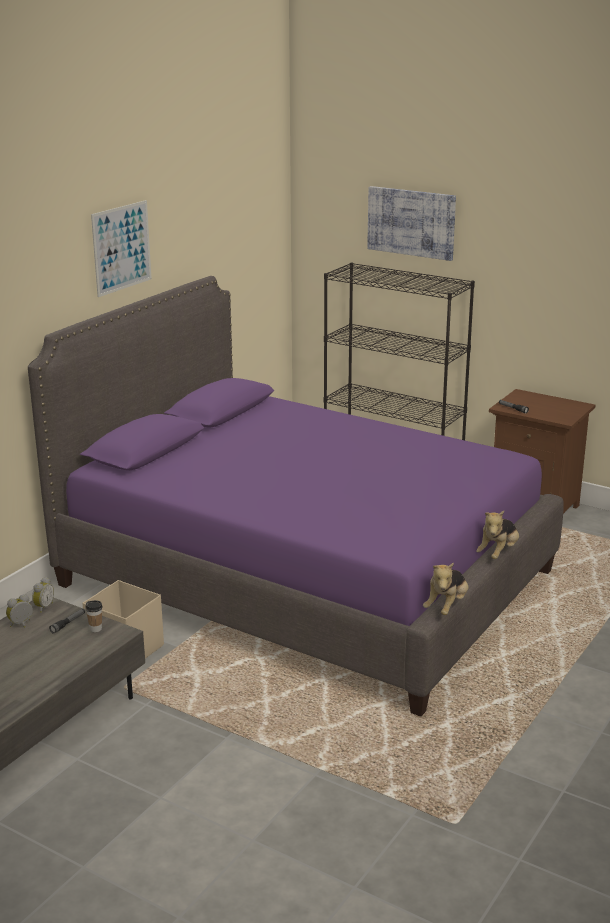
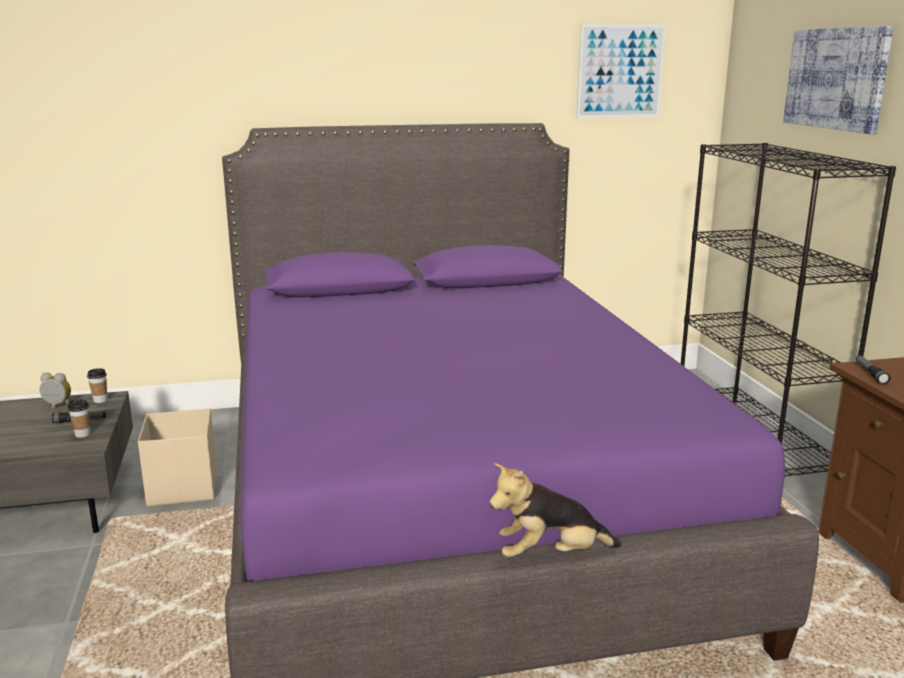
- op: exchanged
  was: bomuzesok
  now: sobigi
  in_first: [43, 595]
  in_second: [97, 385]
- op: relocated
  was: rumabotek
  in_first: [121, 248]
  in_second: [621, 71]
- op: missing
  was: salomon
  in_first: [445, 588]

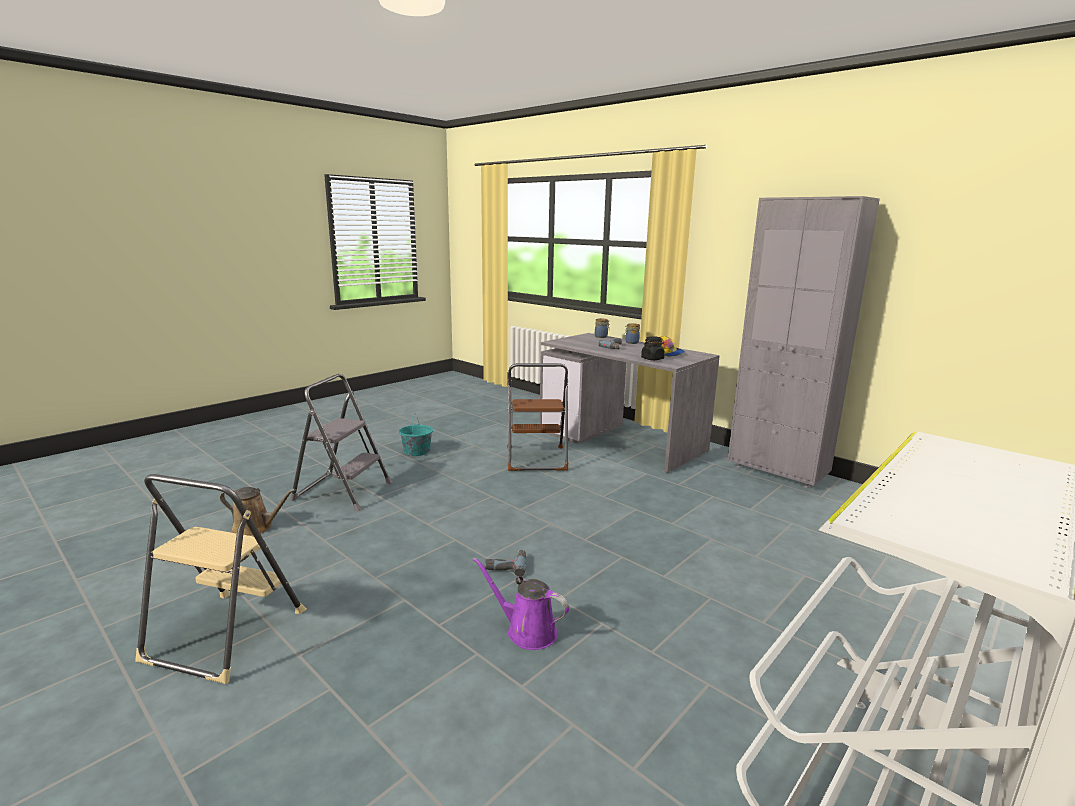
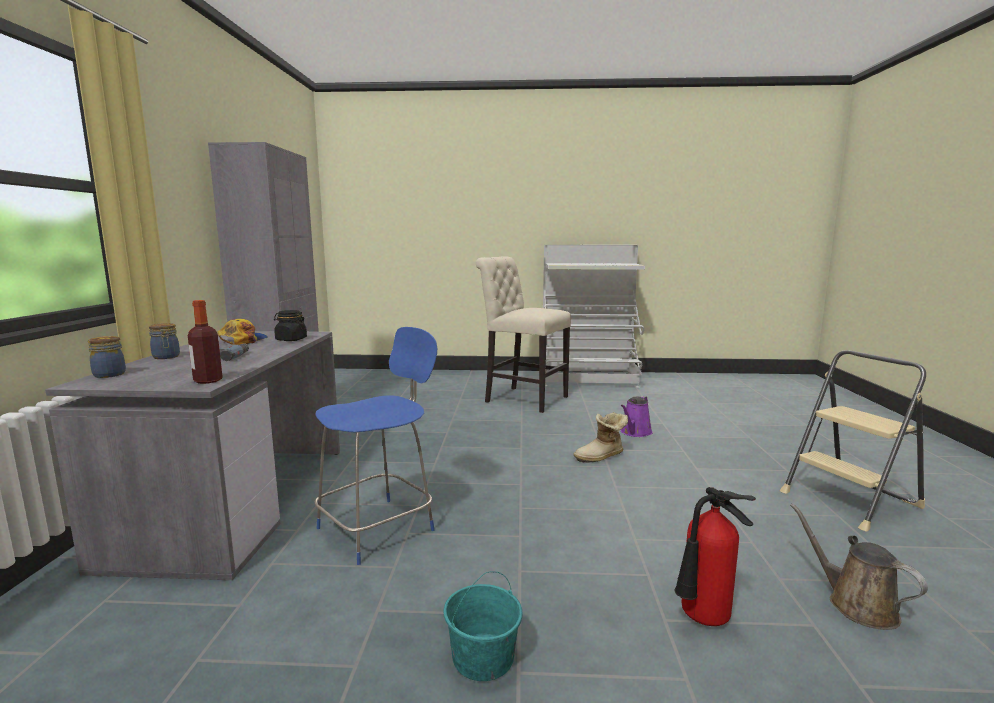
- op: appeared
  now: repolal
  in_second: [205, 342]
- op: exchanged
  was: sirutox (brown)
  now: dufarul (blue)
  in_first: [537, 417]
  in_second: [375, 446]
- op: appeared
  now: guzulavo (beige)
  in_second: [523, 335]
- op: exchanged
  was: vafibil
  now: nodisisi
  in_first: [505, 563]
  in_second: [600, 437]
- op: spun
  was: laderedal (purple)
  in_first: [521, 603]
  in_second: [637, 416]
  clockwise: 45
- op: exchanged
  was: sirutox (grey)
  now: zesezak
  in_first: [341, 442]
  in_second: [715, 556]

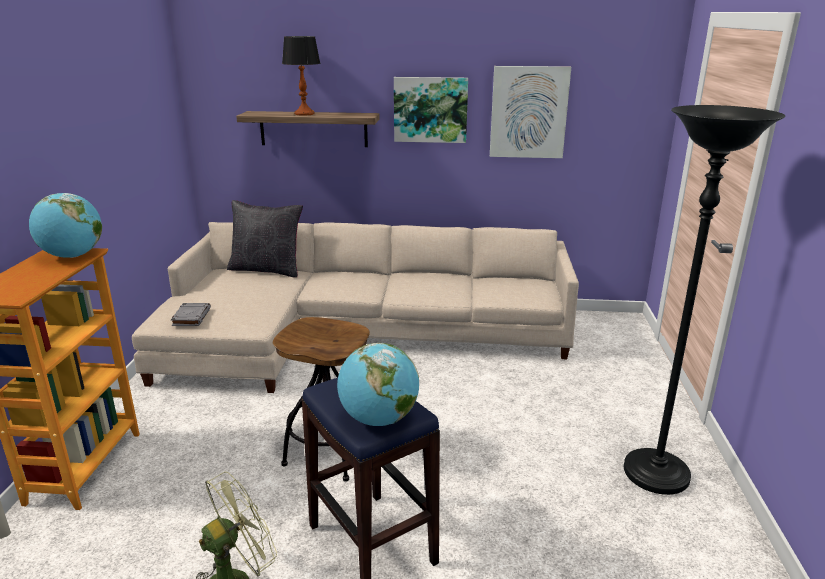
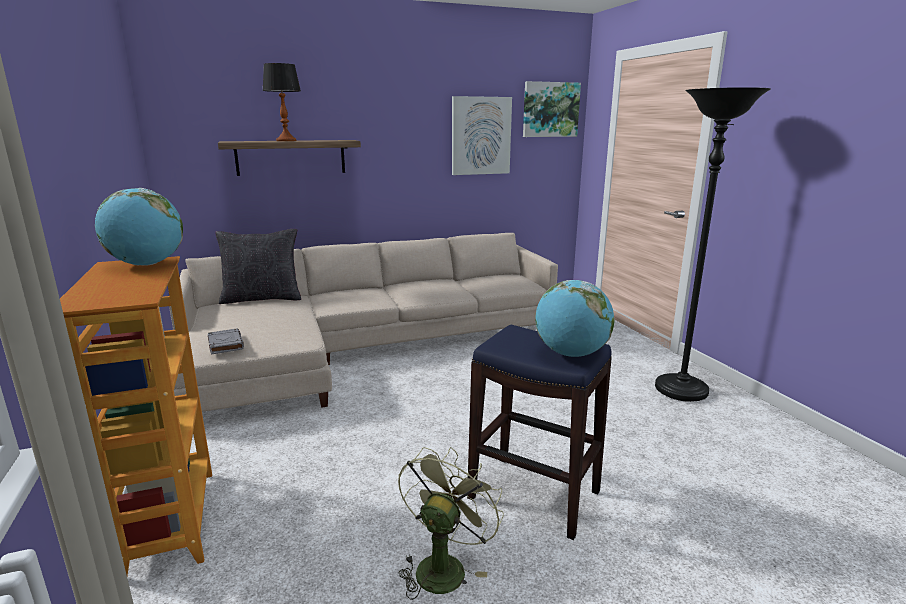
- op: relocated
  was: rumabotek
  in_first: [431, 110]
  in_second: [552, 109]
- op: missing
  was: guzulavo (brown)
  in_first: [321, 399]

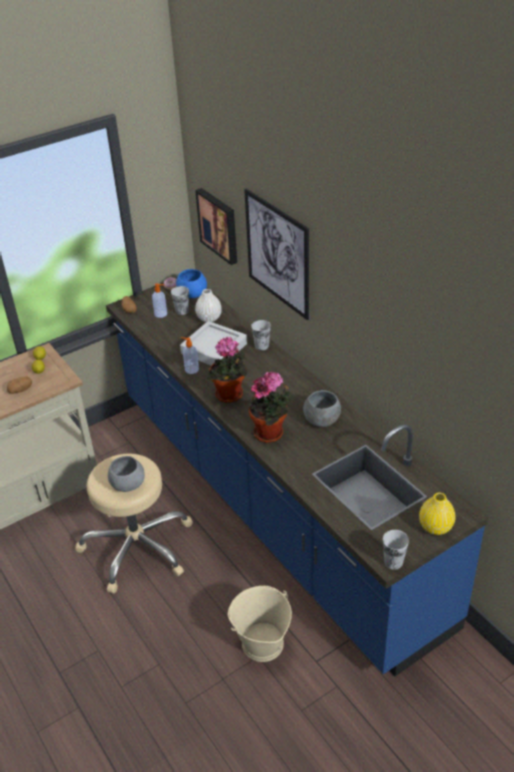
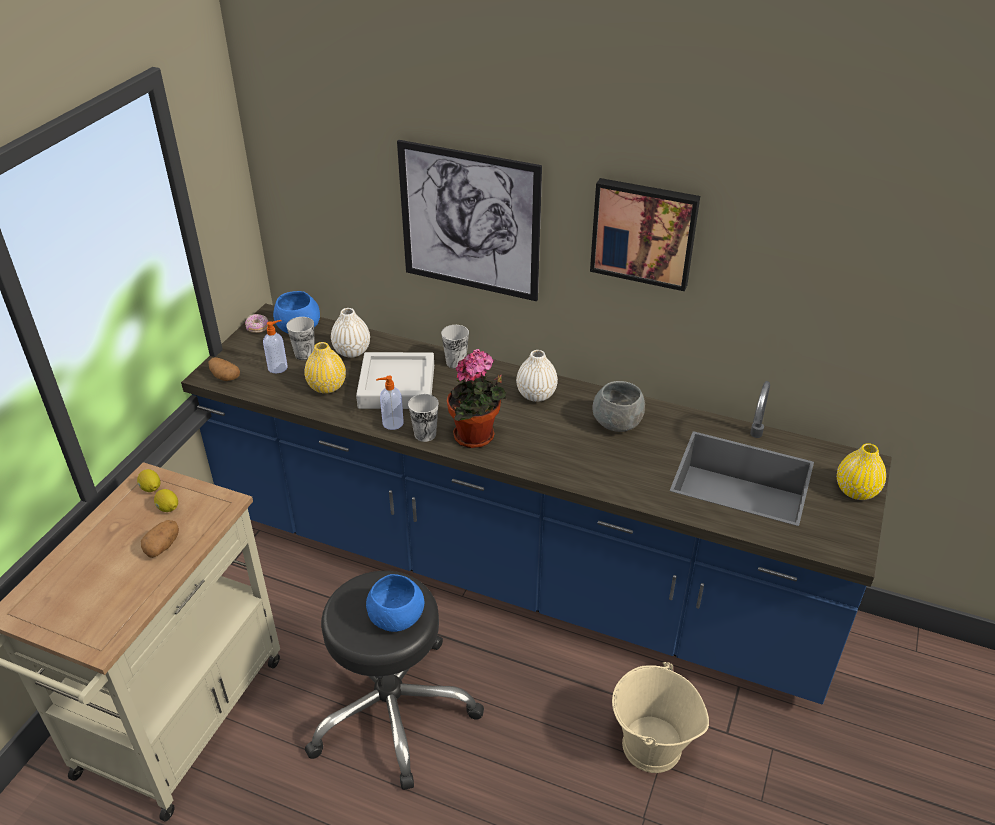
- op: appeared
  now: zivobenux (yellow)
  in_second: [325, 368]
- op: colour
  was: guzulavo (beige)
  now: guzulavo (black)
  in_first: [134, 524]
  in_second: [394, 680]
- op: colour
  was: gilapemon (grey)
  now: gilapemon (blue)
  in_first: [126, 474]
  in_second: [395, 603]
- op: relocated
  was: sobigi
  in_first: [396, 550]
  in_second: [423, 418]
- op: appeared
  now: zivobenux (white)
  in_second: [537, 376]
- op: relocated
  was: rumabotek
  in_first: [216, 226]
  in_second: [645, 234]
- op: missing
  was: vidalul
  in_first: [271, 407]

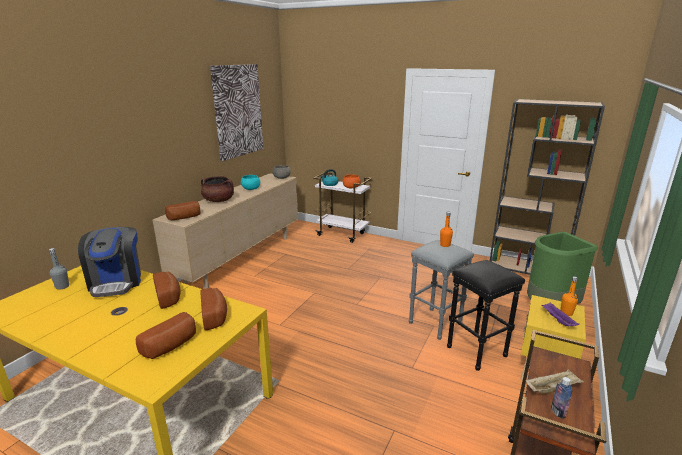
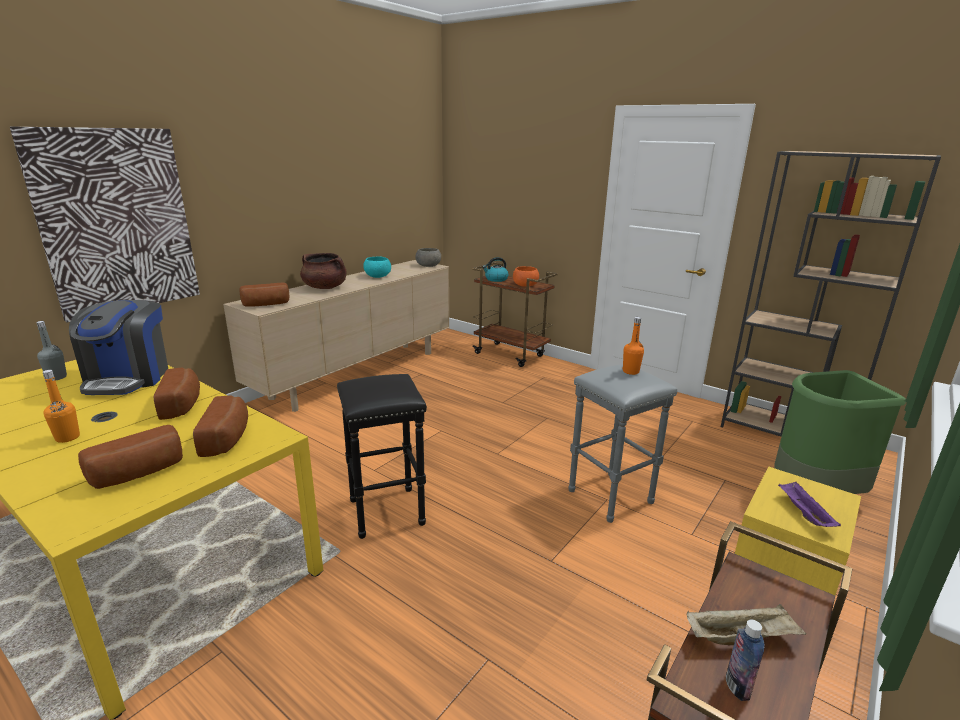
- op: relocated
  was: rumabotek
  in_first: [236, 112]
  in_second: [105, 224]
- op: relocated
  was: repolal (orange)
  in_first: [569, 296]
  in_second: [61, 406]
- op: relocated
  was: guzulavo (black)
  in_first: [486, 315]
  in_second: [382, 456]
- op: colour
  was: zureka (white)
  now: zureka (brown)
  in_first: [342, 207]
  in_second: [515, 314]

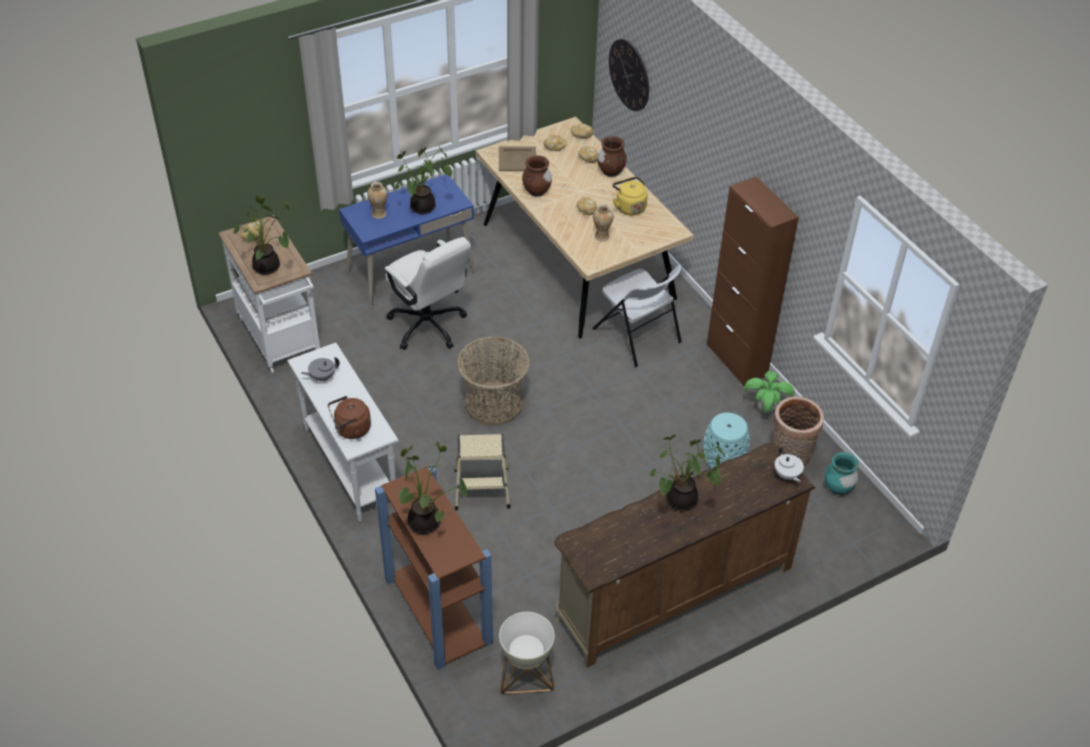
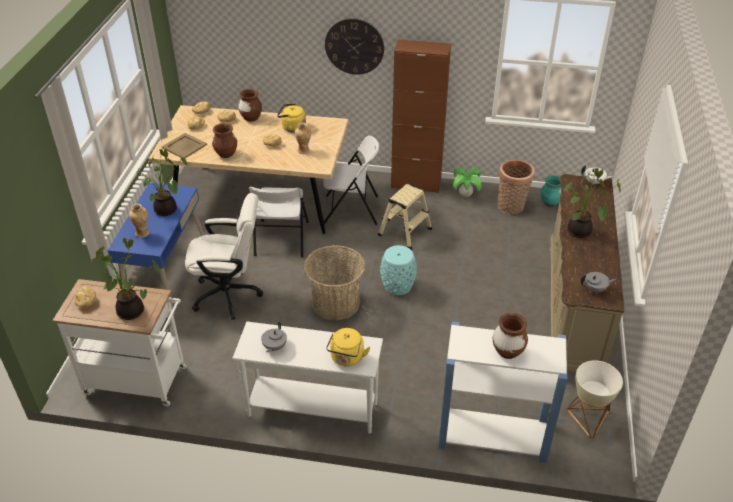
- op: appeared
  now: dufarul (white)
  in_second: [279, 222]
- op: relocated
  was: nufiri
  in_first: [629, 75]
  in_second: [354, 46]
- op: colour
  was: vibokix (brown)
  now: vibokix (yellow)
  in_first: [349, 417]
  in_second: [348, 347]
- op: relocated
  was: sirutox (beige)
  in_first: [482, 472]
  in_second: [405, 216]
- op: relocated
  was: guzulavo (turquoise)
  in_first: [726, 441]
  in_second: [398, 270]
- op: colour
  was: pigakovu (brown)
  now: pigakovu (white)
  in_first: [434, 567]
  in_second: [503, 392]
- op: exchanged
  was: vidalul
  now: zivobenux (brown)
  in_first: [433, 488]
  in_second: [510, 336]
- op: appeared
  now: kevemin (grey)
  in_second: [598, 283]

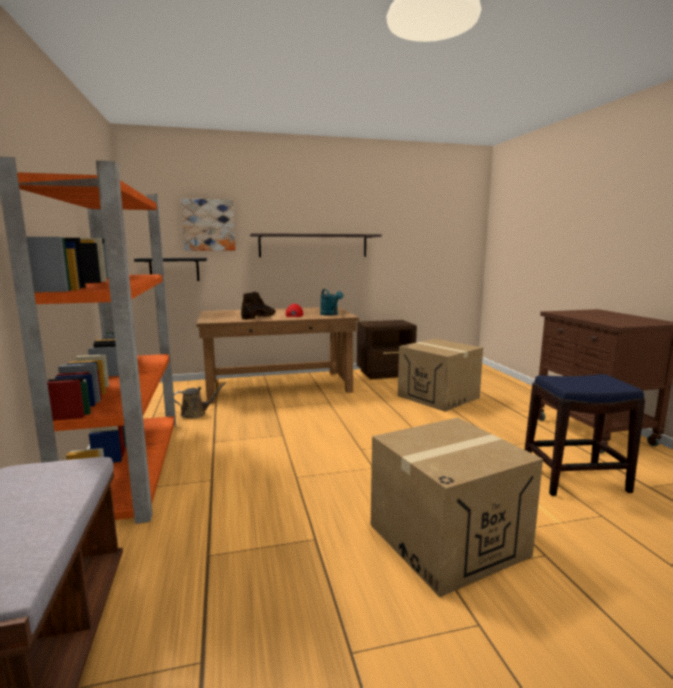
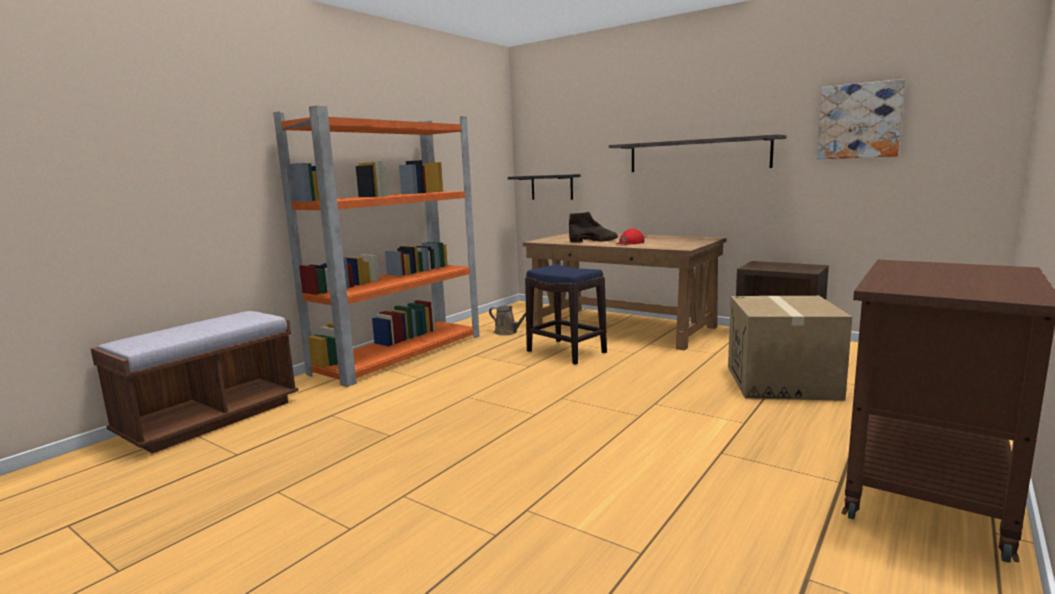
- op: relocated
  was: guzulavo
  in_first: [584, 435]
  in_second: [566, 315]
- op: relocated
  was: rumabotek
  in_first: [208, 224]
  in_second: [861, 119]
- op: missing
  was: laderedal (turquoise)
  in_first: [331, 302]
- op: missing
  was: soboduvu
  in_first: [457, 507]

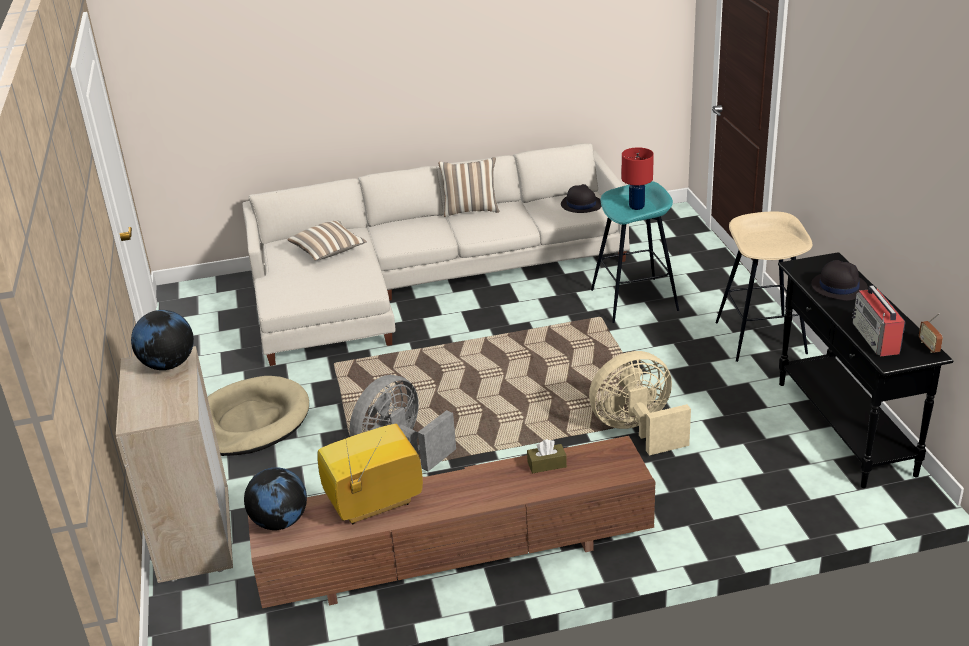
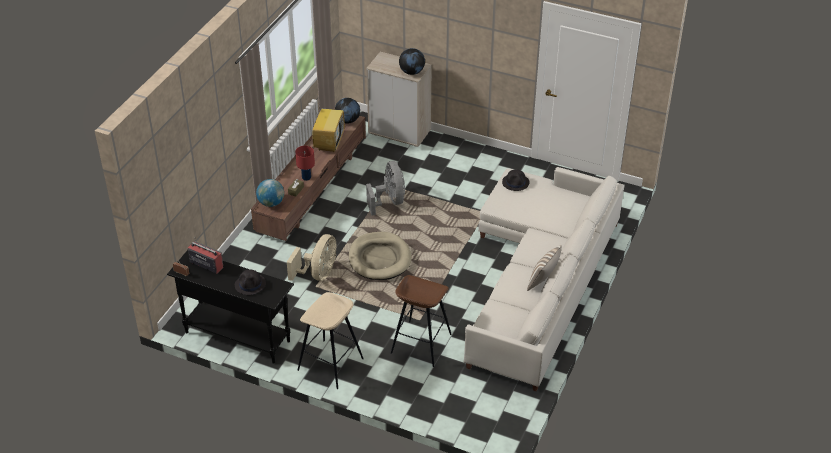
- op: appeared
  now: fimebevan
  in_second: [270, 193]
- op: relocated
  was: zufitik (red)
  in_first: [638, 178]
  in_second: [305, 163]
- op: relocated
  was: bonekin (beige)
  in_first: [258, 416]
  in_second: [380, 256]
- op: colour
  was: guzulavo (turquoise)
  now: guzulavo (brown)
  in_first: [635, 252]
  in_second: [421, 321]
- op: relocated
  was: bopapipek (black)
  in_first: [581, 198]
  in_second: [516, 180]
- op: missing
  was: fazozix
  in_first: [327, 241]

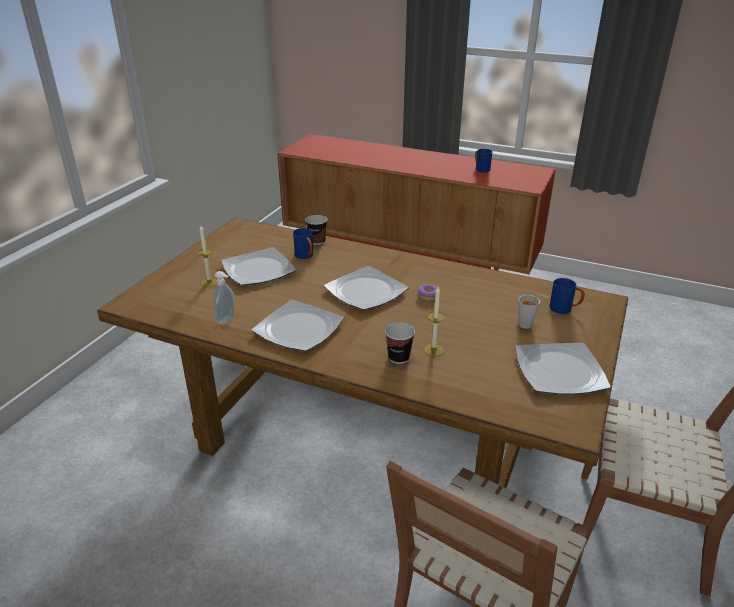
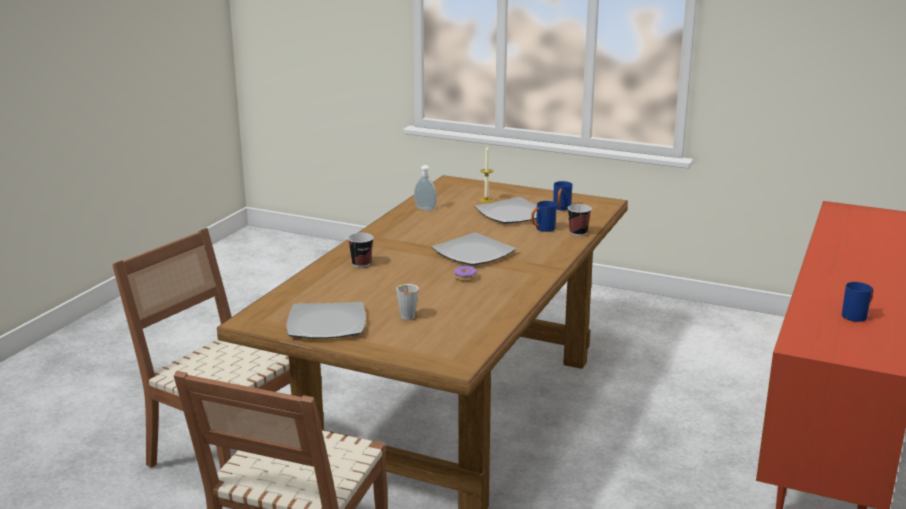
- op: relocated
  was: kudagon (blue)
  in_first: [567, 296]
  in_second: [562, 196]
- op: missing
  was: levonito
  in_first: [298, 325]
- op: missing
  was: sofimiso
  in_first: [434, 321]

